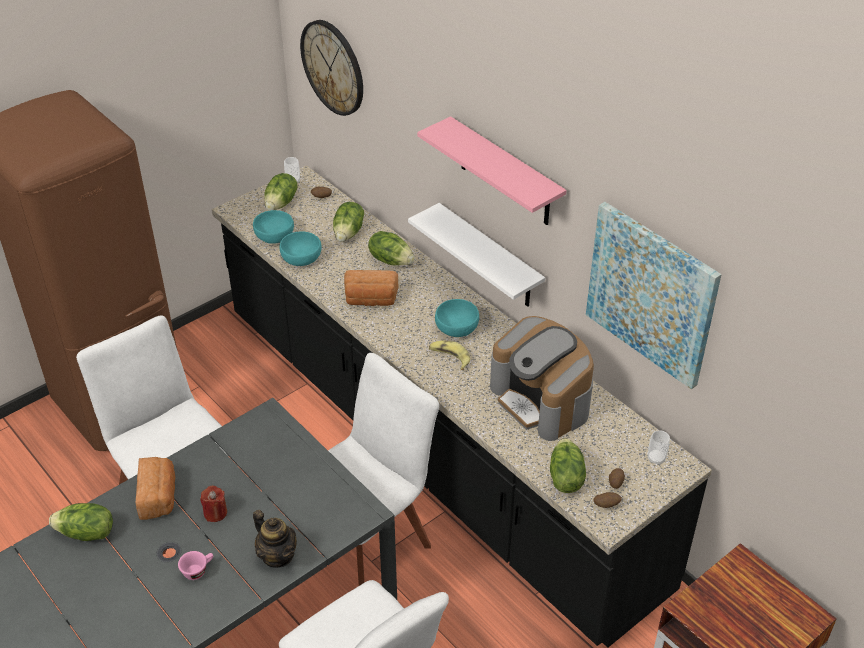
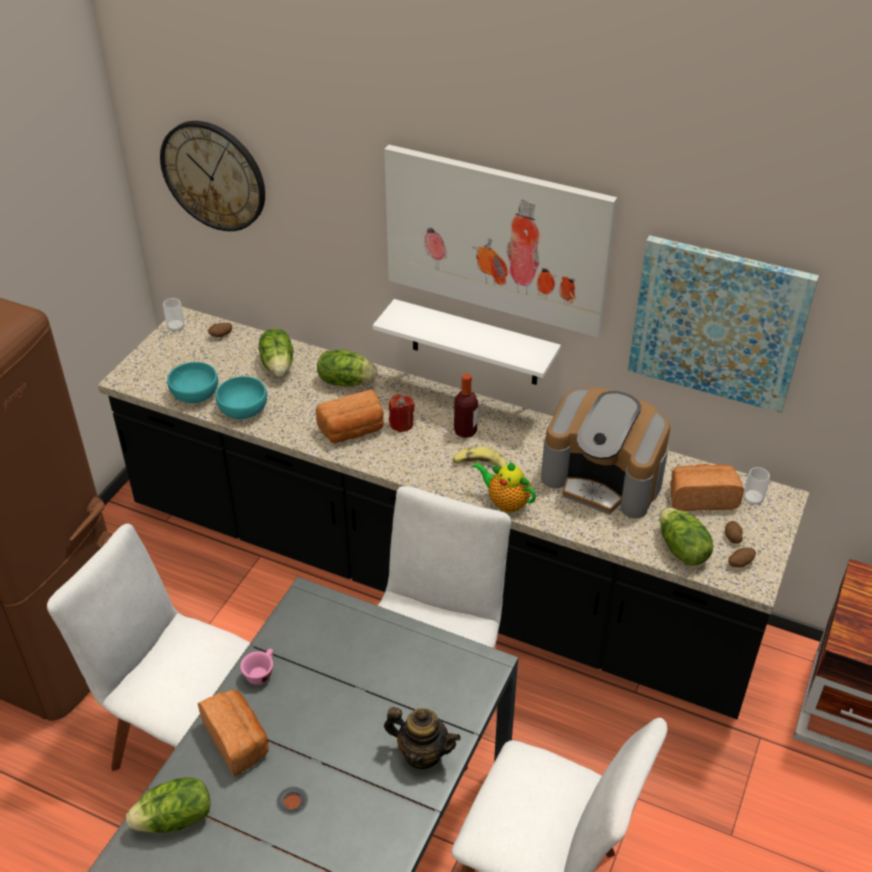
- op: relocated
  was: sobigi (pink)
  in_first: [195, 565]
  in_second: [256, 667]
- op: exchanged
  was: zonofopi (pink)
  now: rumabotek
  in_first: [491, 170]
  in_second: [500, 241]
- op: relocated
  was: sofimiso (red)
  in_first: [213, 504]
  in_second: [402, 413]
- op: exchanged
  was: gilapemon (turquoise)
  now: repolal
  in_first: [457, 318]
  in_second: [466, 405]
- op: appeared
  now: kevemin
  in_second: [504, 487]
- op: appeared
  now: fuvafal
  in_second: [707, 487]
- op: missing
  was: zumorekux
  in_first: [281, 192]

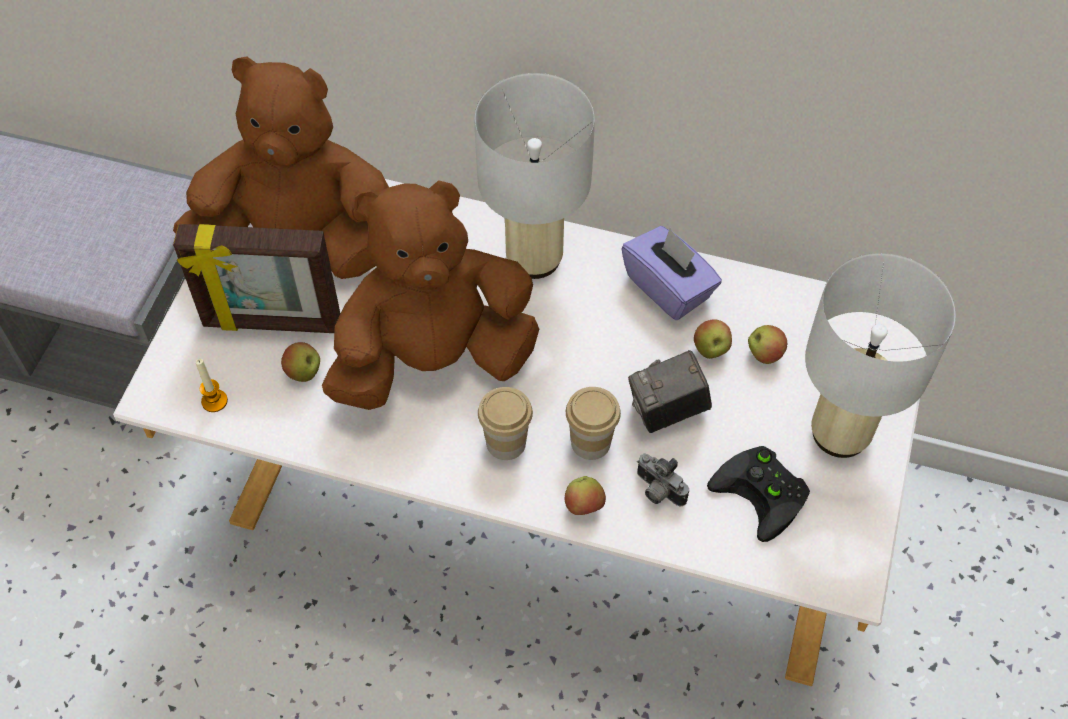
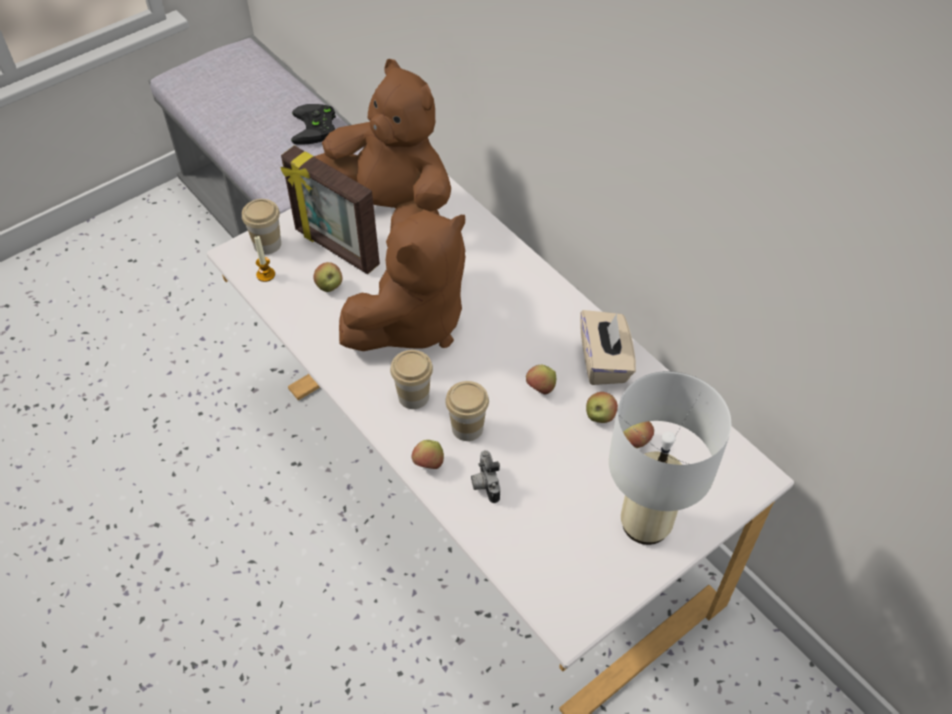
- op: appeared
  now: sobigi
  in_second: [261, 226]
- op: relocated
  was: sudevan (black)
  in_first: [758, 494]
  in_second: [313, 124]
- op: spun
  was: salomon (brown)
  in_first: [430, 295]
  in_second: [402, 280]
  clockwise: 120
- op: appeared
  now: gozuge
  in_second: [541, 380]
- op: colour
  was: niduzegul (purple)
  now: niduzegul (beige)
  in_first: [672, 273]
  in_second: [608, 347]
- op: missing
  was: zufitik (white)
  in_first: [535, 176]
- op: missing
  was: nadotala
  in_first: [670, 391]

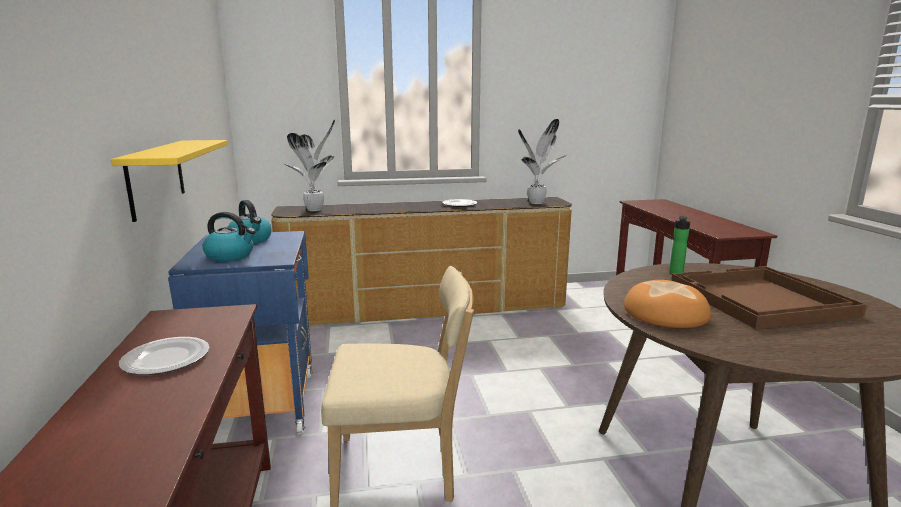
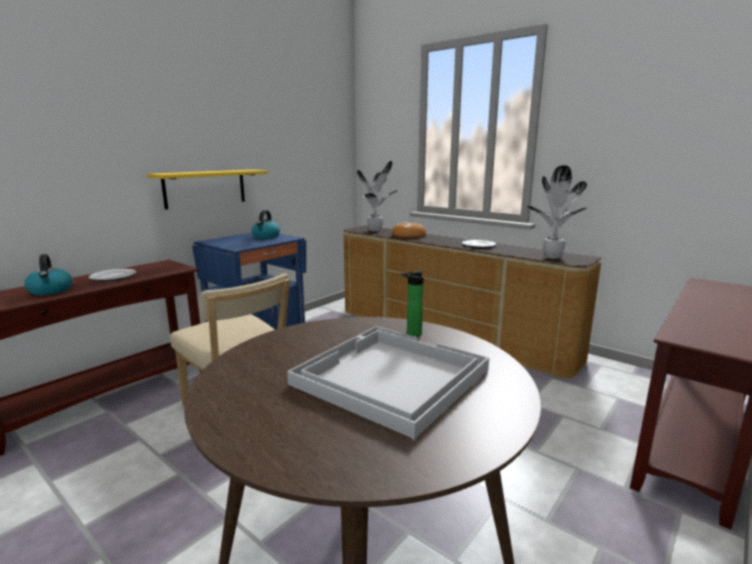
- op: relocated
  was: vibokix
  in_first: [229, 236]
  in_second: [48, 274]
- op: colour
  was: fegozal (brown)
  now: fegozal (white)
  in_first: [769, 297]
  in_second: [388, 382]
- op: relocated
  was: fuvafal
  in_first: [667, 304]
  in_second: [409, 230]

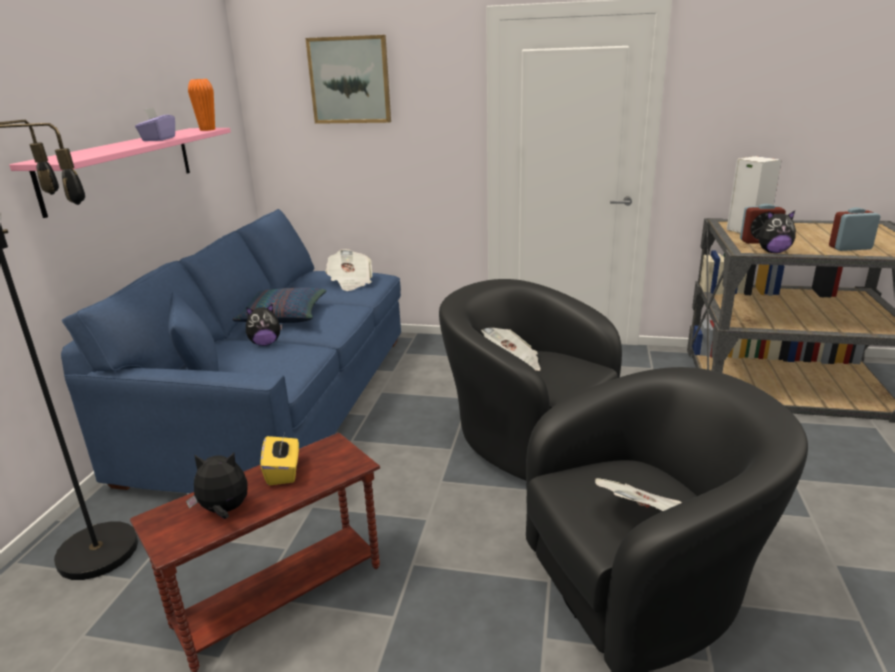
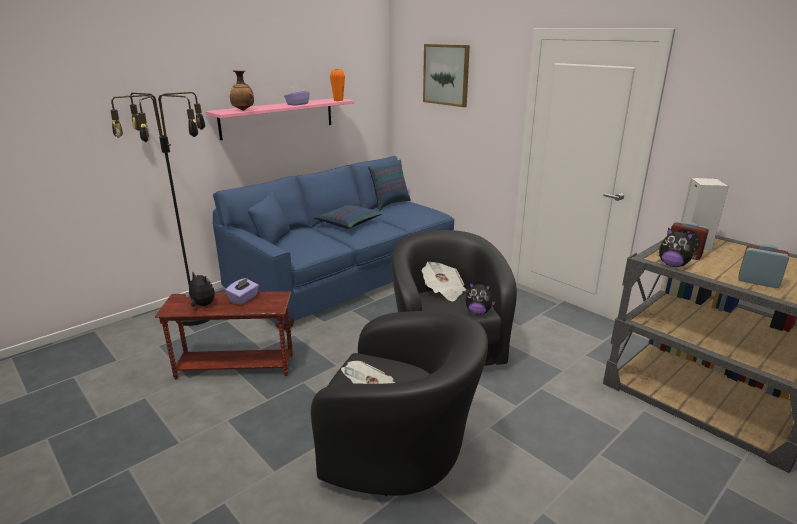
- op: colour
  was: niduzegul (yellow)
  now: niduzegul (purple)
  in_first: [279, 459]
  in_second: [242, 291]
- op: appeared
  now: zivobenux
  in_second: [242, 90]
- op: appeared
  now: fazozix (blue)
  in_second: [389, 185]
- op: relocated
  was: salomon
  in_first: [264, 325]
  in_second: [480, 298]
- op: missing
  was: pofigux
  in_first: [349, 270]

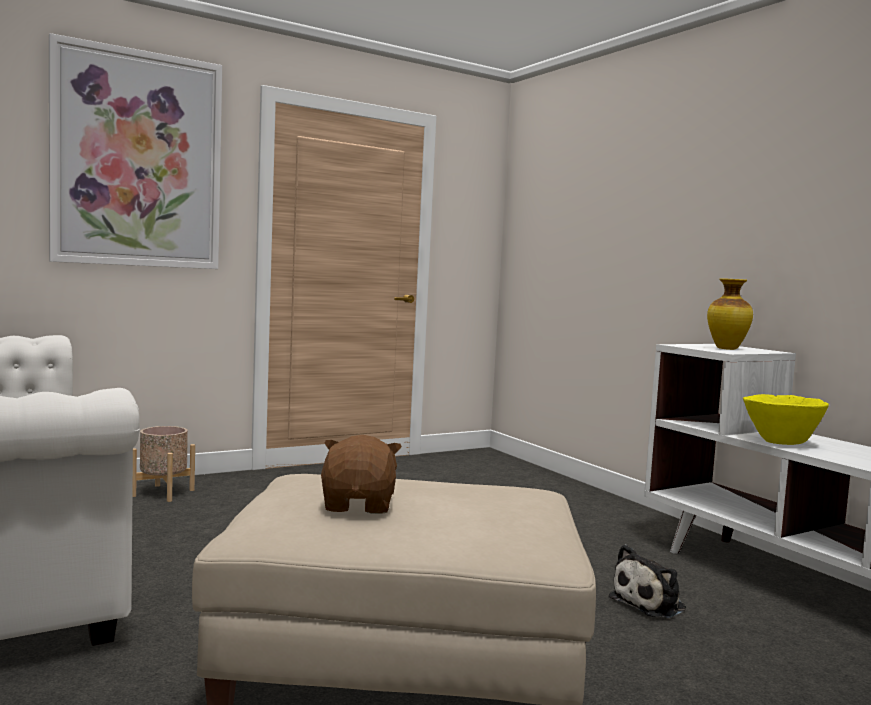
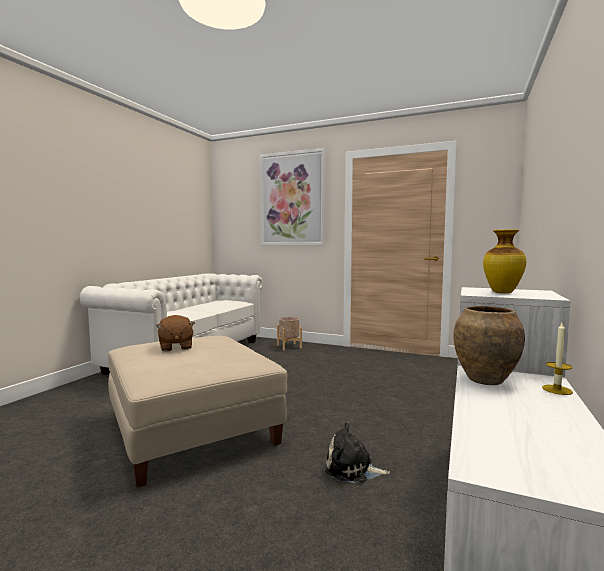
- op: spun
  was: salomon (brown)
  in_first: [361, 474]
  in_second: [175, 333]
  clockwise: 105
- op: exchanged
  was: gilapemon (yellow)
  now: zivobenux (brown)
  in_first: [786, 419]
  in_second: [489, 345]
- op: appeared
  now: sofimiso
  in_second: [557, 359]

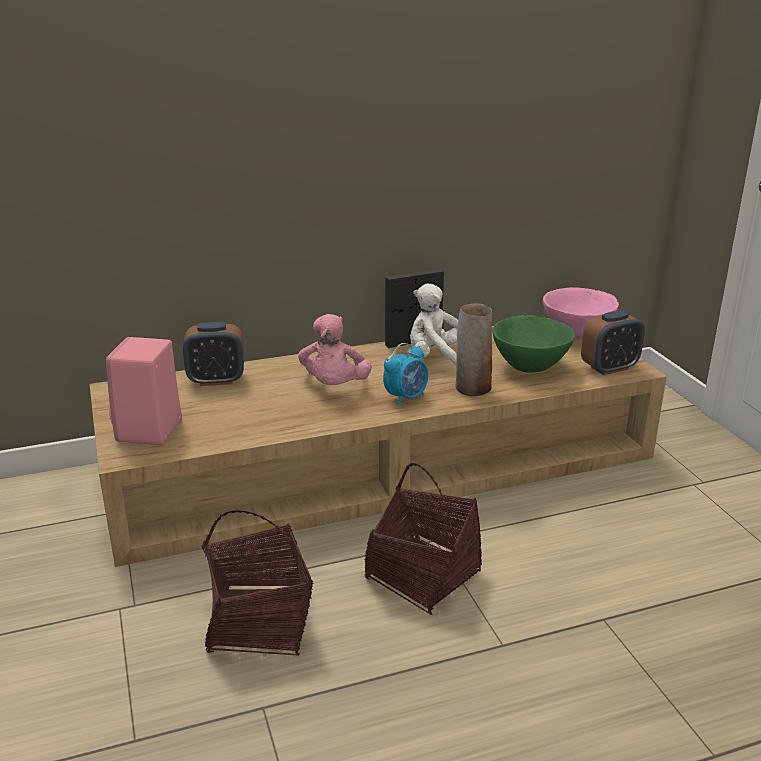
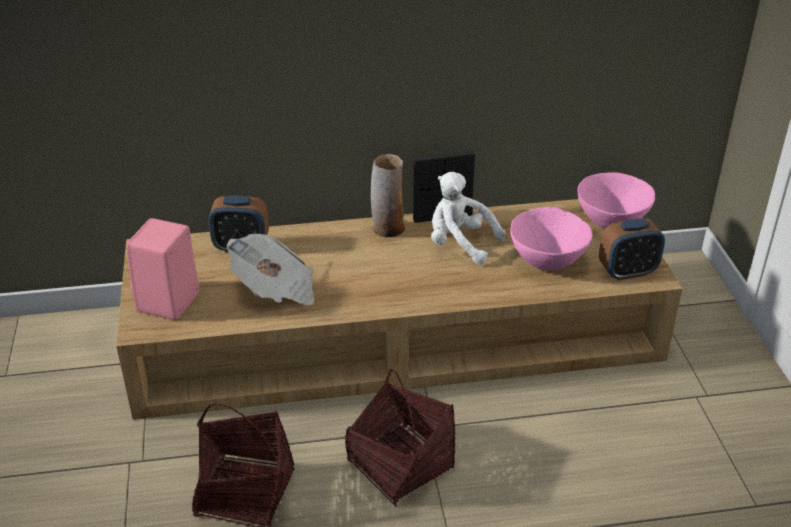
- op: appeared
  now: pofigux
  in_second: [270, 269]
- op: relocated
  was: zivobenux
  in_first: [474, 349]
  in_second: [388, 195]
- op: colour
  was: gilapemon (green)
  now: gilapemon (pink)
  in_first: [533, 344]
  in_second: [551, 239]
- op: missing
  was: salomon (pink)
  in_first: [335, 349]
- op: missing
  was: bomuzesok
  in_first: [405, 374]

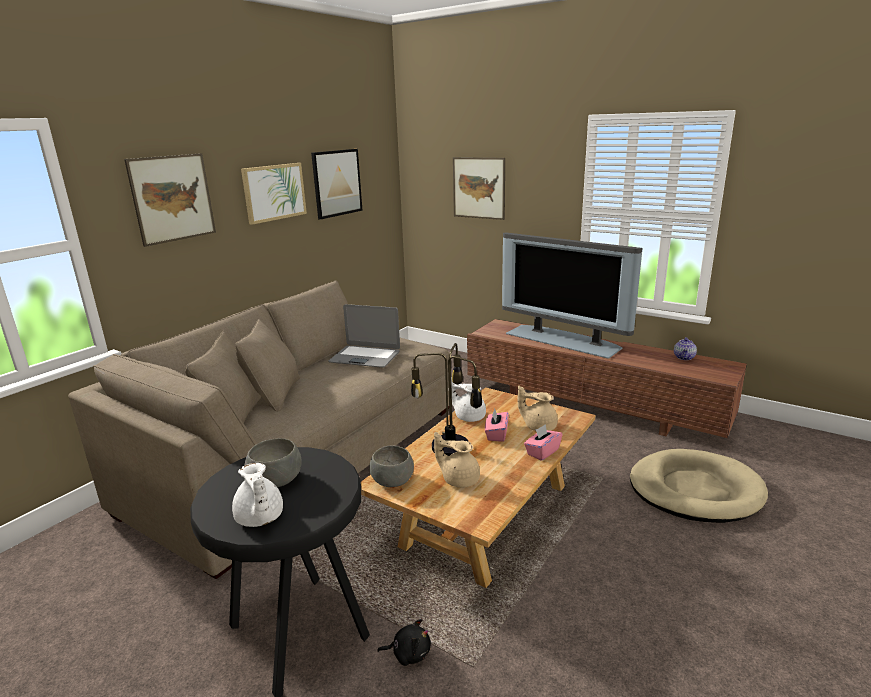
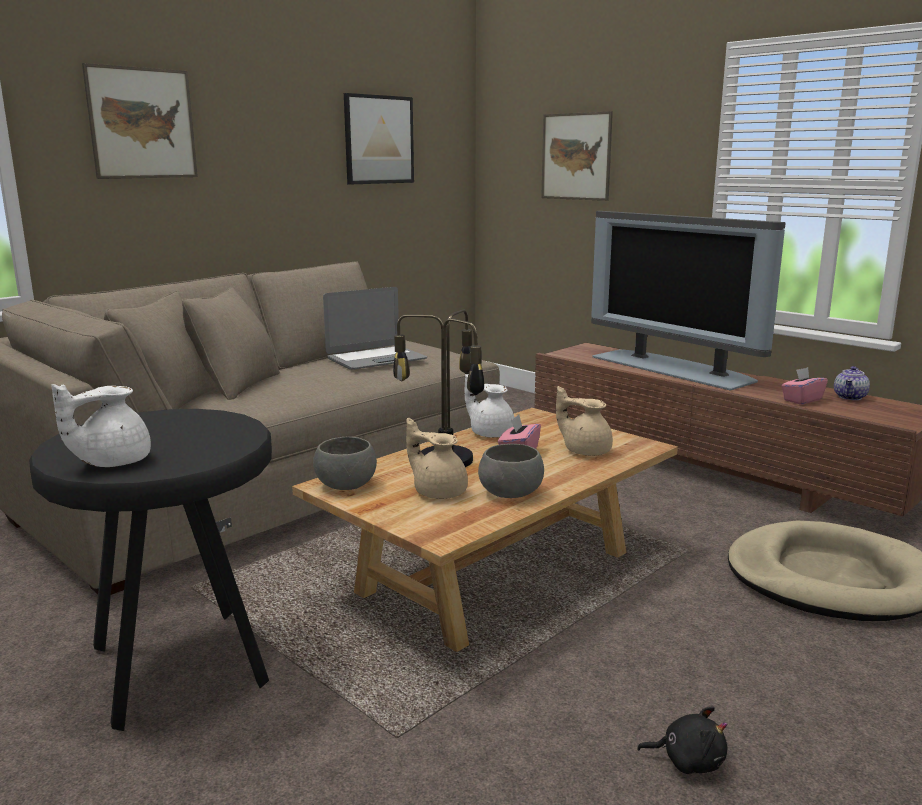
- op: spun
  was: kevemin (white)
  in_first: [257, 495]
  in_second: [101, 425]
  clockwise: 60
- op: spun
  was: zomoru
  in_first: [364, 336]
  in_second: [375, 328]
  clockwise: -60
- op: relocated
  was: gilapemon (grey)
  in_first: [273, 462]
  in_second: [511, 471]
- op: relocated
  was: salomon (black)
  in_first: [404, 642]
  in_second: [682, 740]
- op: relocated
  was: niduzegul (pink)
  in_first: [543, 442]
  in_second: [804, 386]
- op: missing
  was: rumabotek
  in_first: [274, 194]

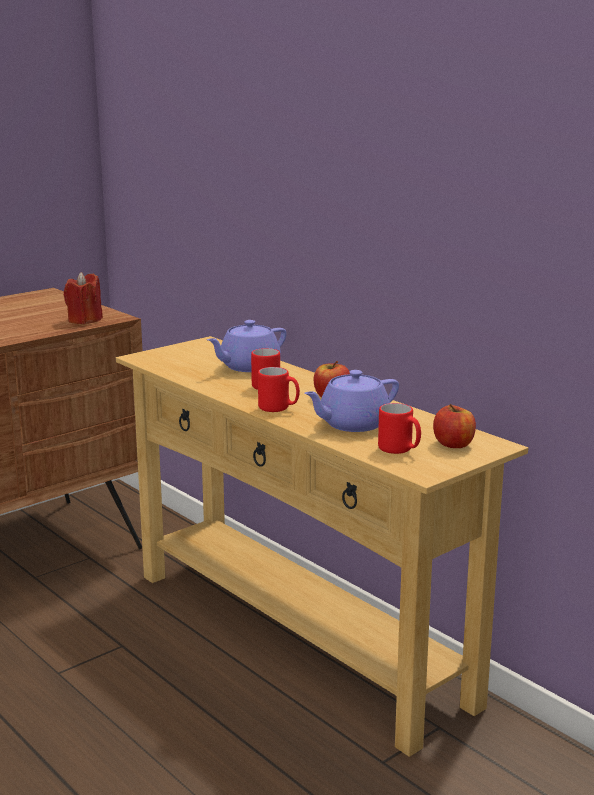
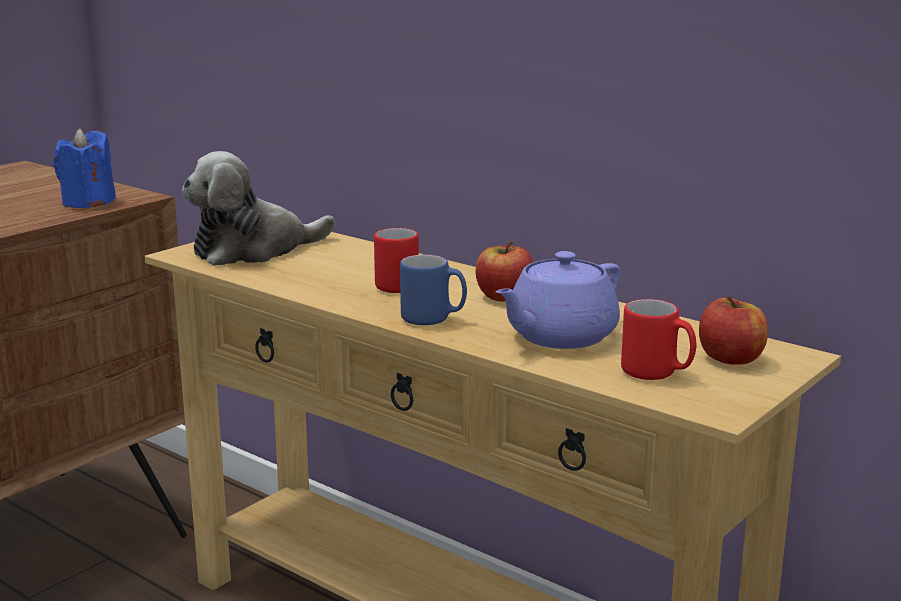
- op: colour
  was: sofimiso (red)
  now: sofimiso (blue)
  in_first: [83, 298]
  in_second: [84, 168]
- op: appeared
  now: salomon
  in_second: [258, 208]
- op: colour
  was: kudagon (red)
  now: kudagon (blue)
  in_first: [279, 389]
  in_second: [433, 289]
- op: missing
  was: kevemin (purple)
  in_first: [247, 346]

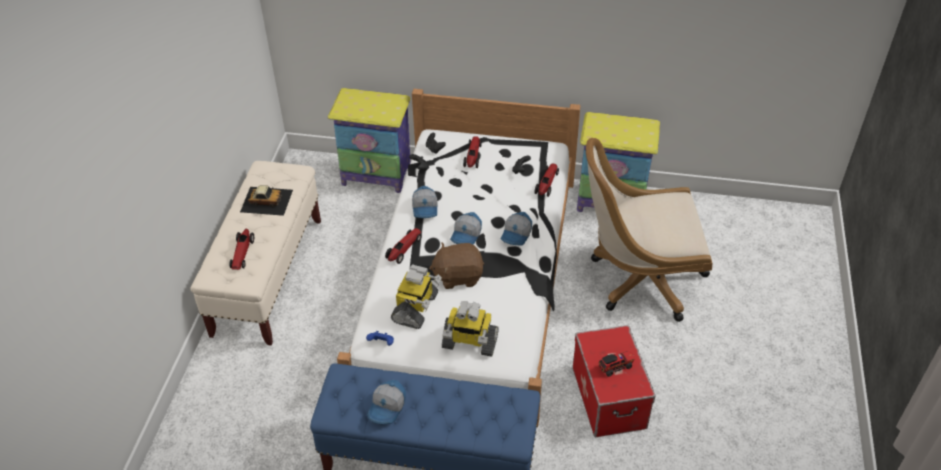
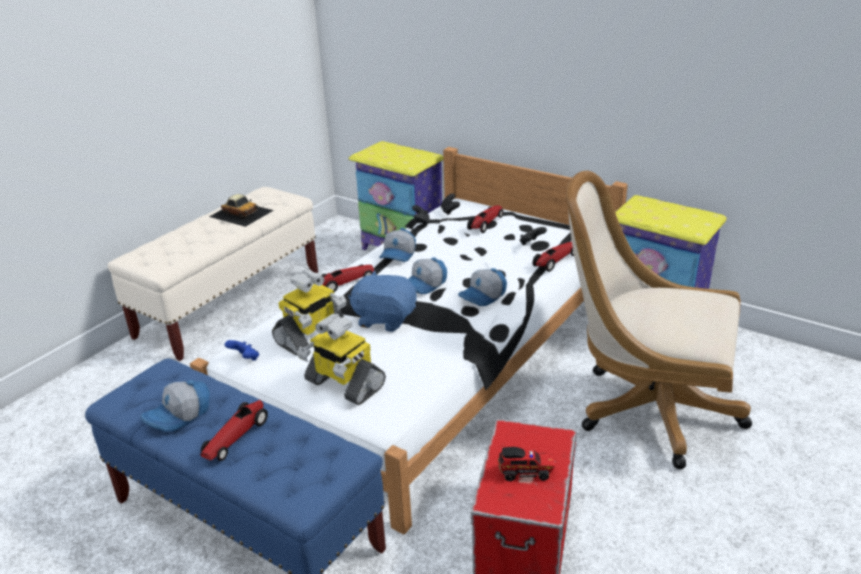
- op: relocated
  was: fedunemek
  in_first: [241, 249]
  in_second: [234, 430]
- op: colour
  was: salomon (brown)
  now: salomon (blue)
  in_first: [456, 265]
  in_second: [382, 301]

